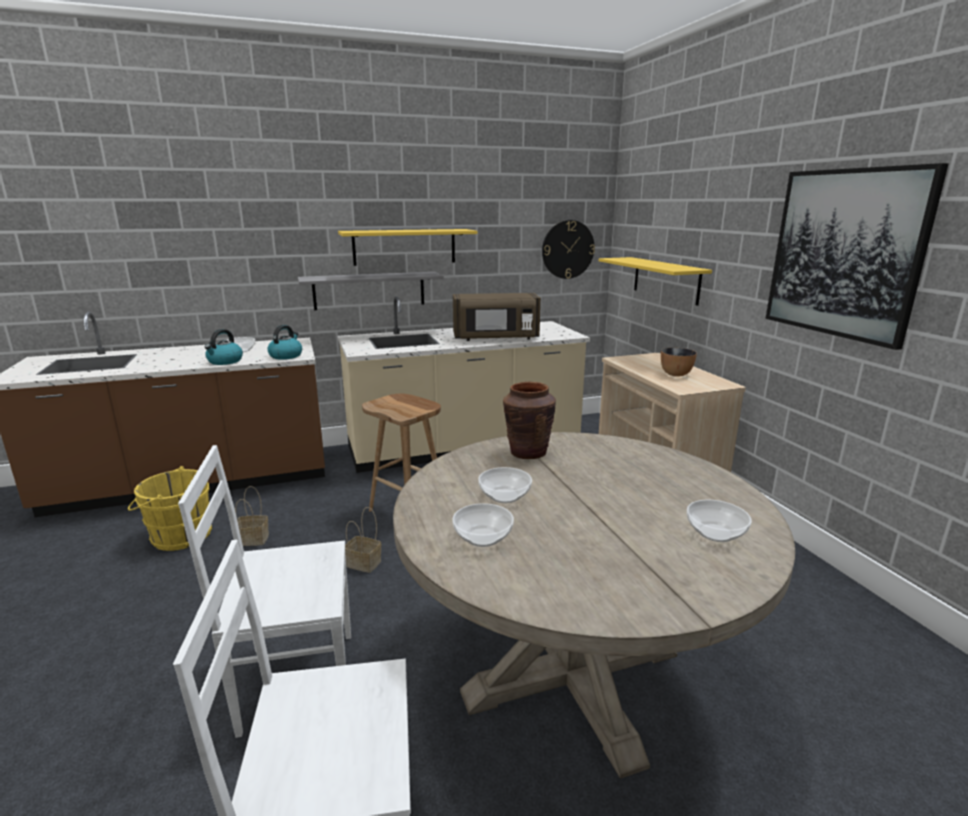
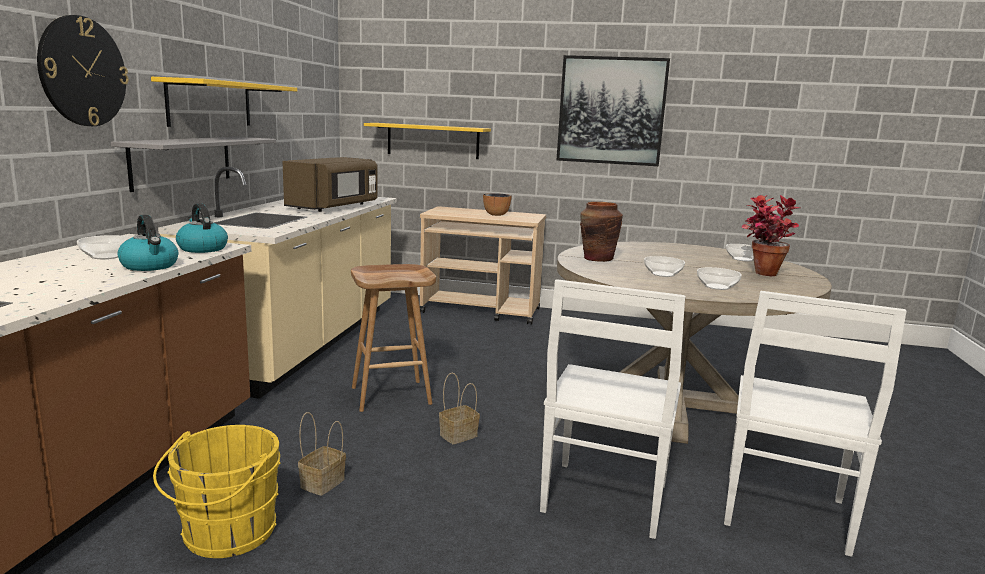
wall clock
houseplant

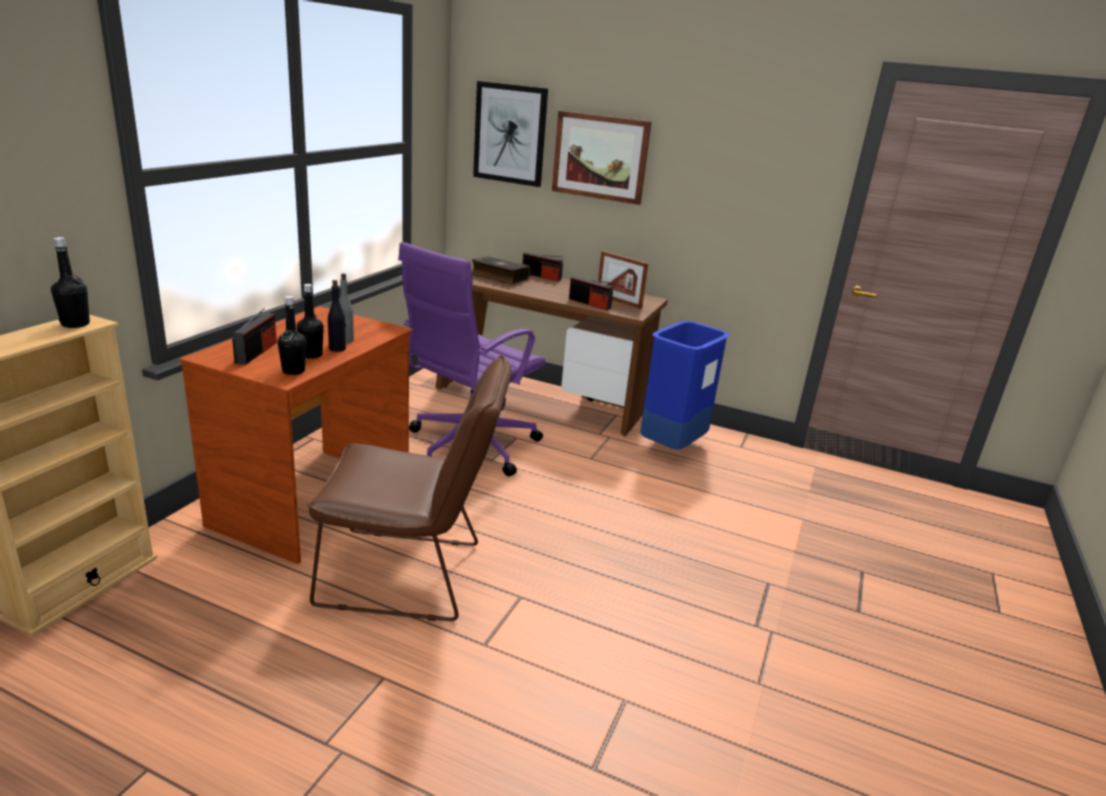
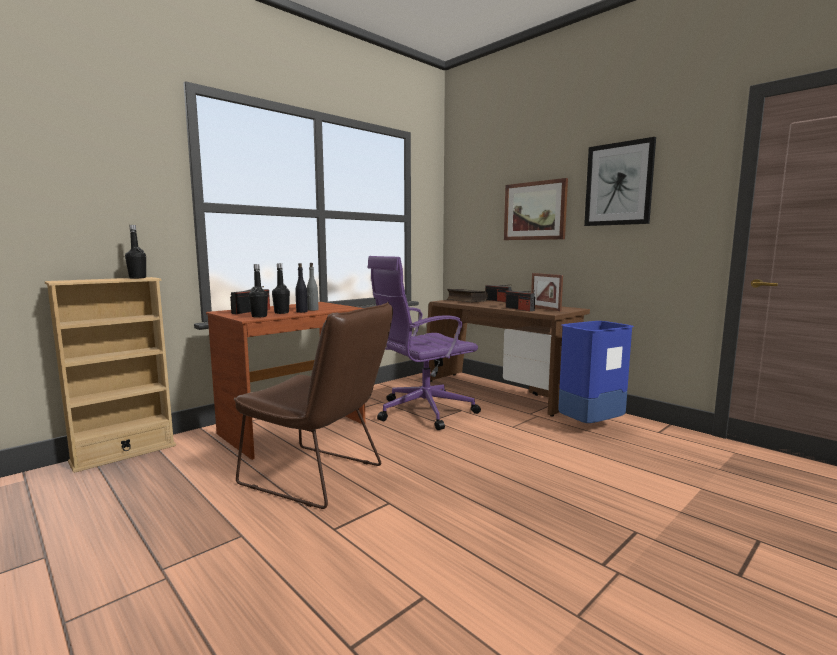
wall picture (no. 2 from left)

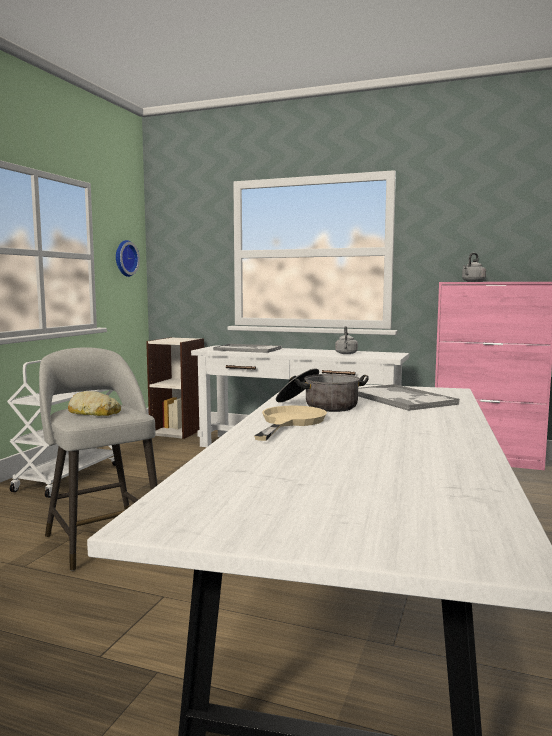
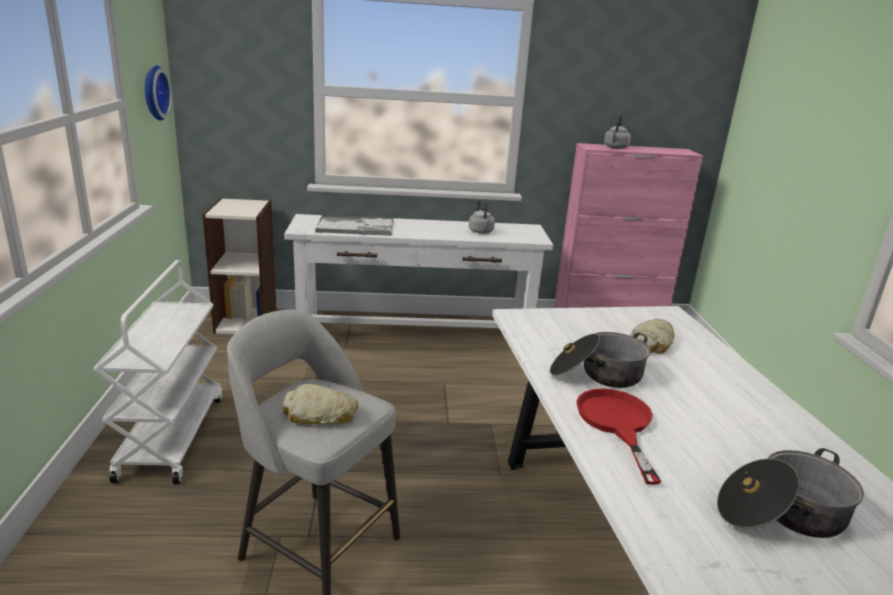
red-coloured pan
bread (no. 2 from left)
saucepot (no. 2 from left)

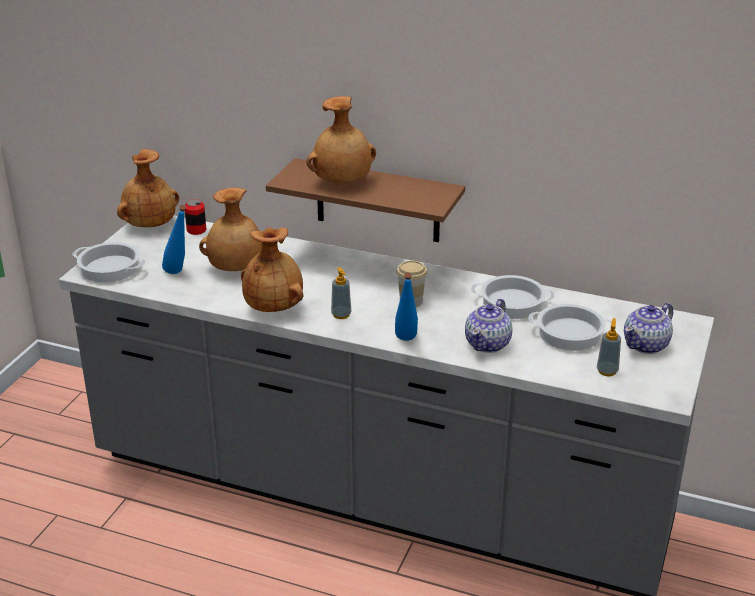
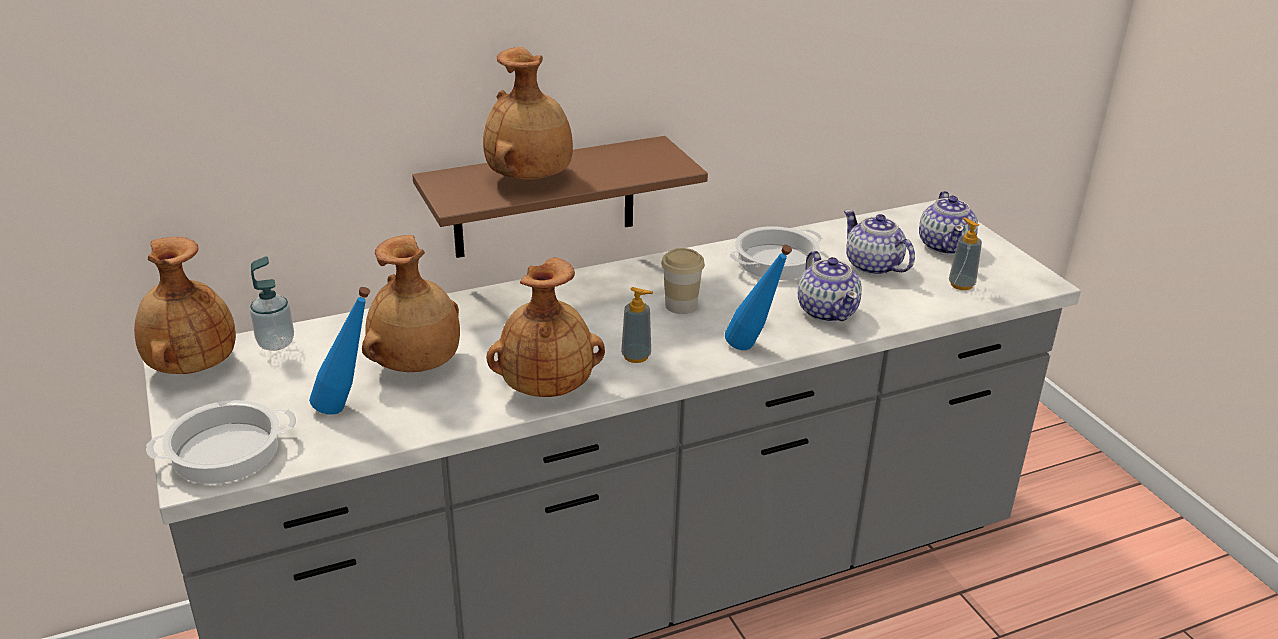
soap bottle (no. 1 from left)
tea pot (no. 2 from left)

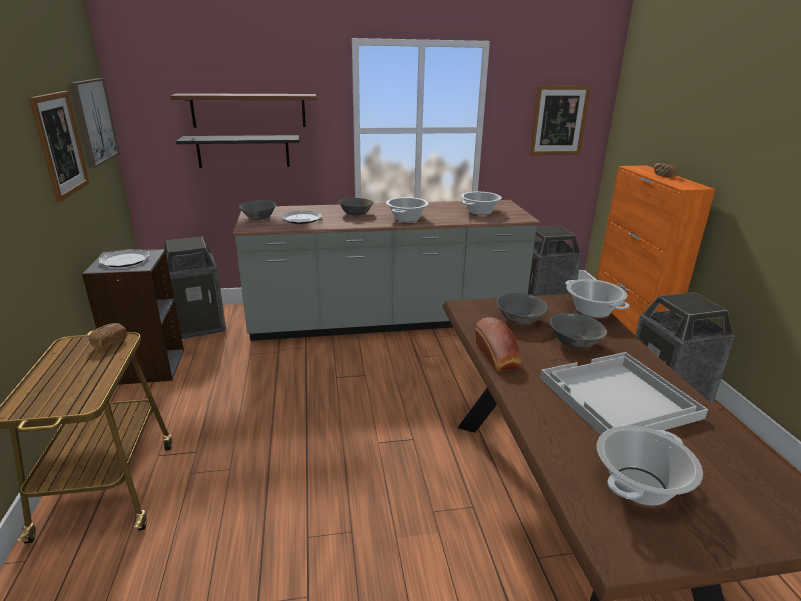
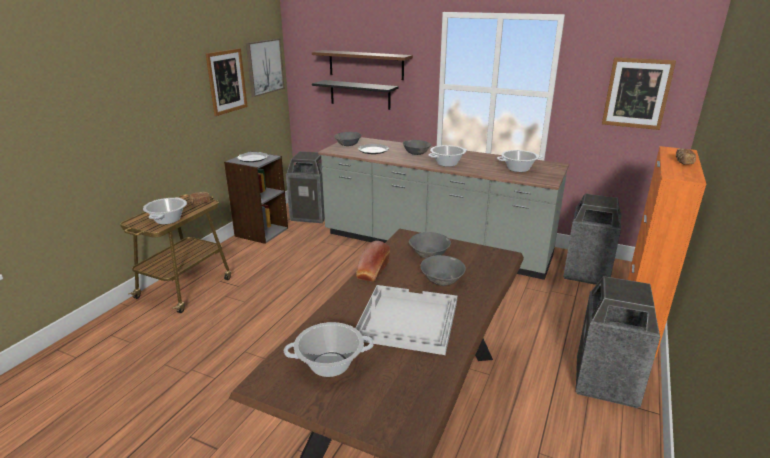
saucepot (no. 1 from left)

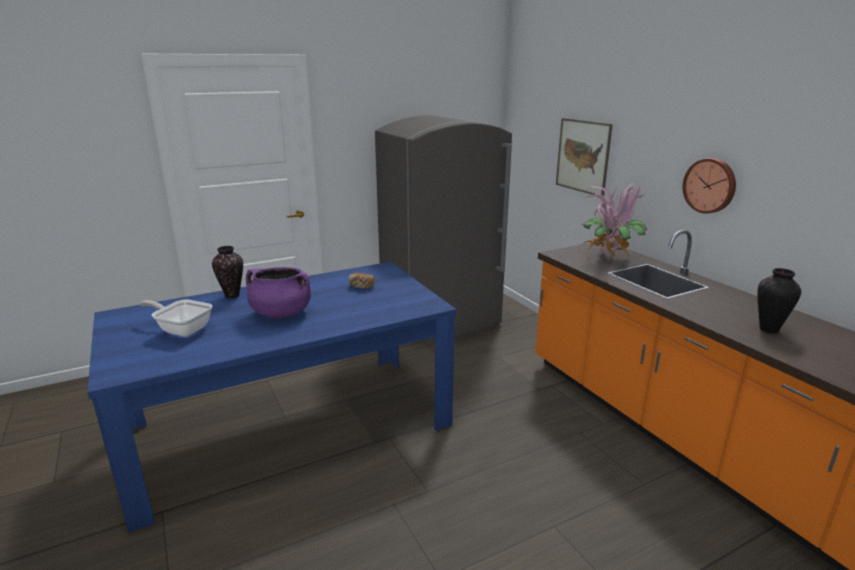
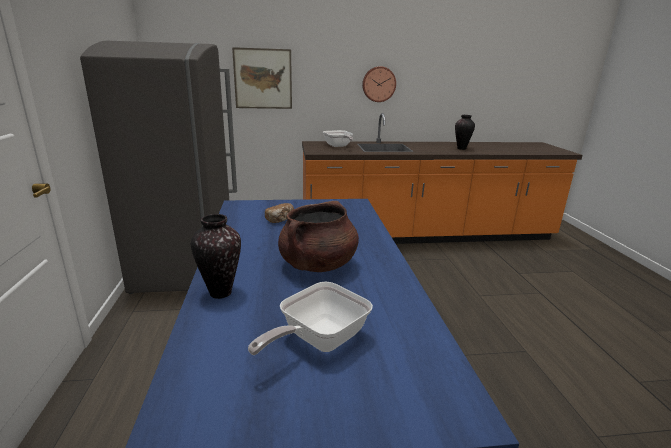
brownish saucepot
pan (no. 2 from left)

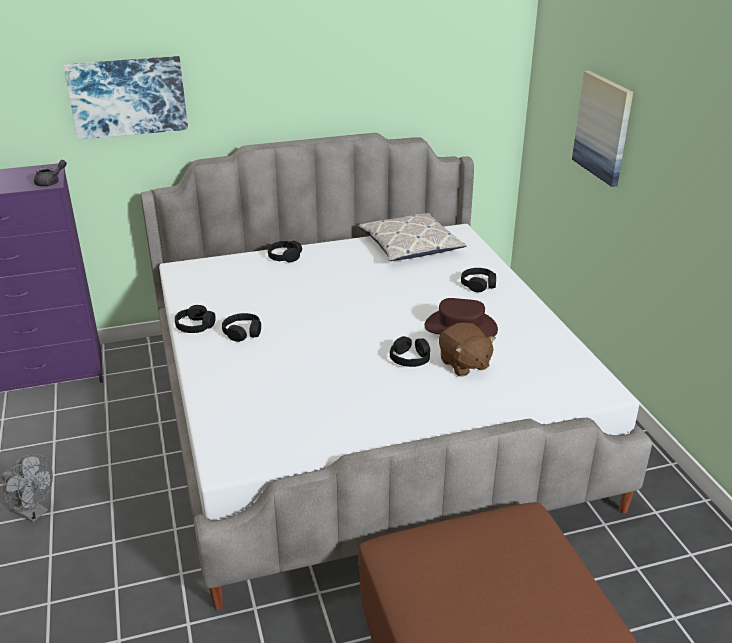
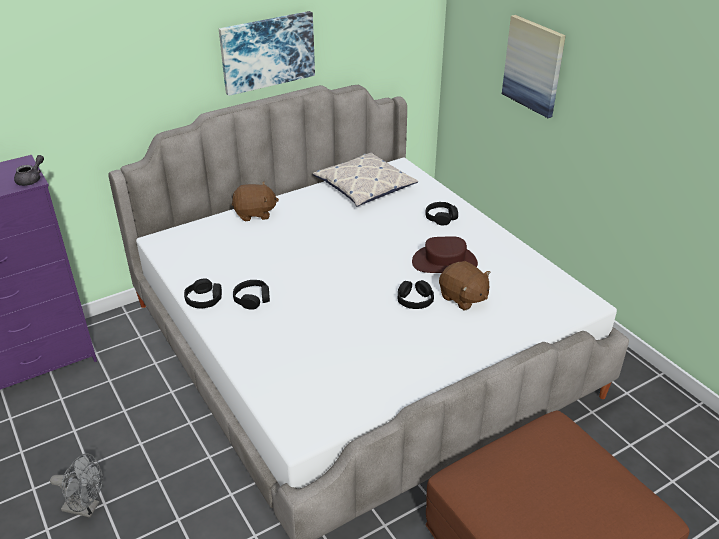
wall picture (no. 1 from left)
brownish cuddly toy (no. 1 from left)

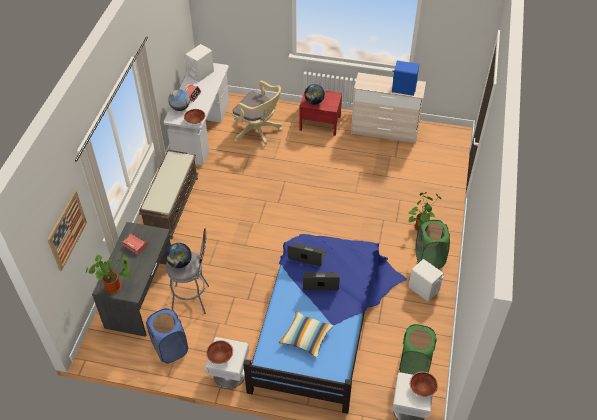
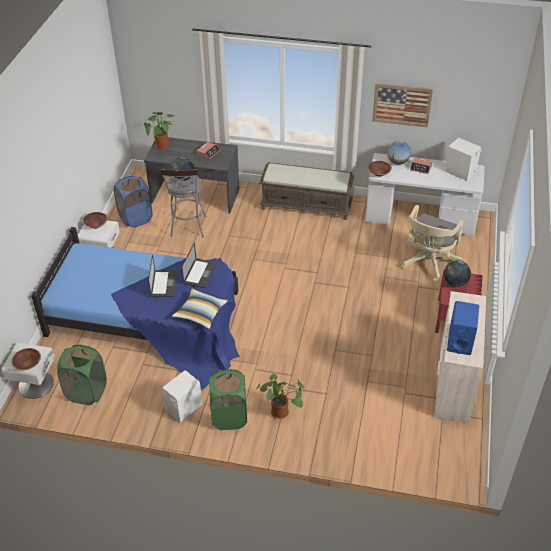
pillow
wall picture

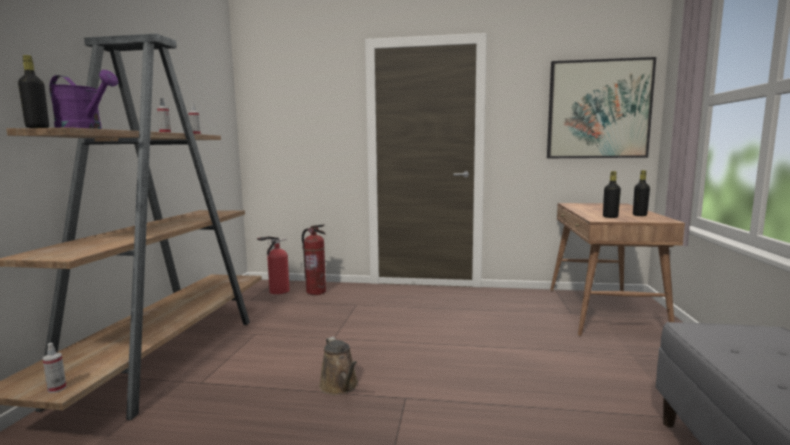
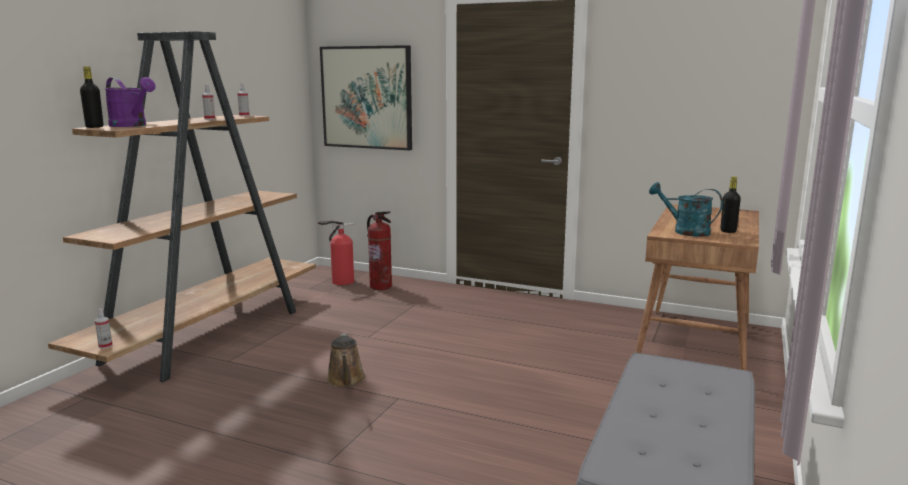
wall picture
blue-green watering can

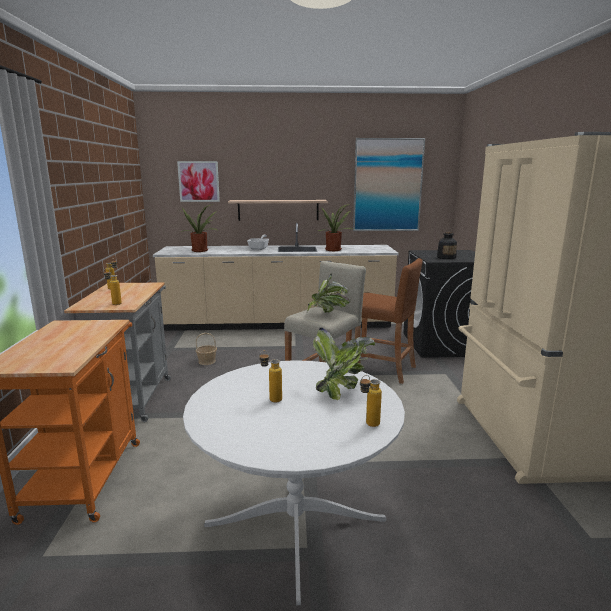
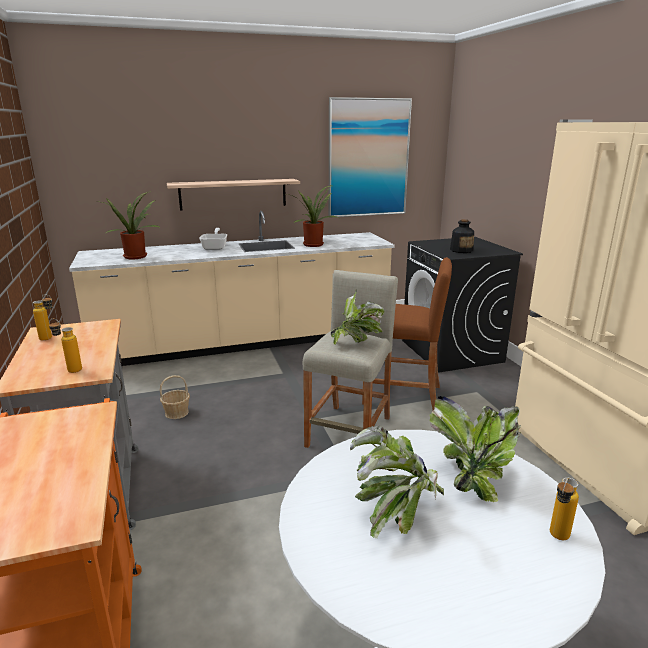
houseplant (no. 4 from left)
wall picture (no. 1 from left in the first image)

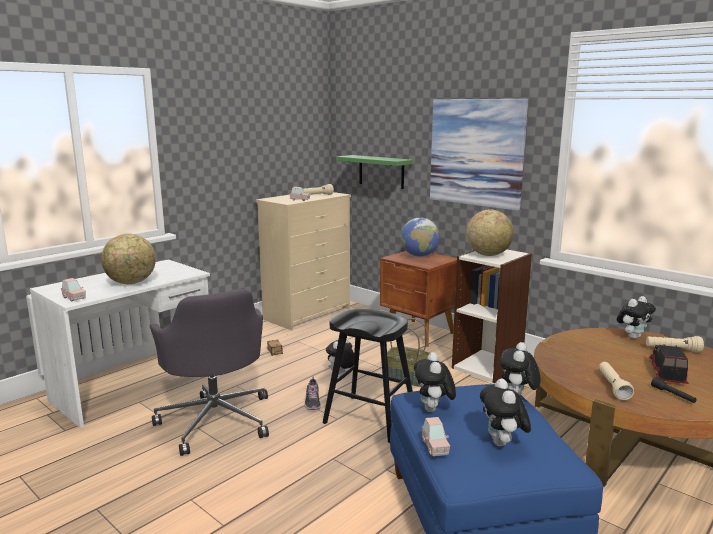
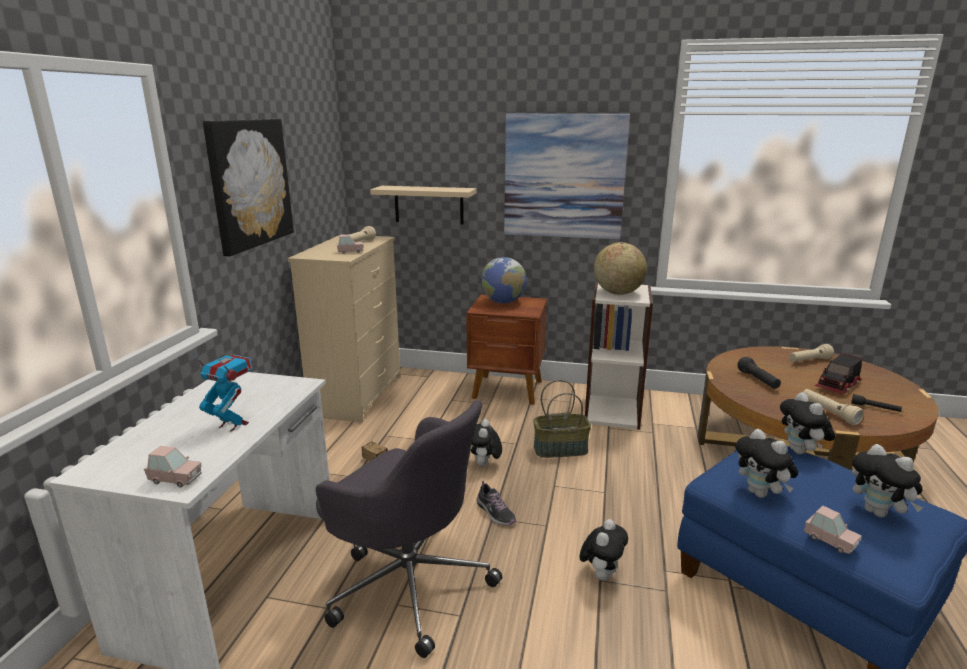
robot figure
wall picture (no. 1 from left)
sand-coloured bracket shelf
cuddly toy (no. 2 from left)
blackish torch (no. 1 from left)
toy truck
blackish stool seat

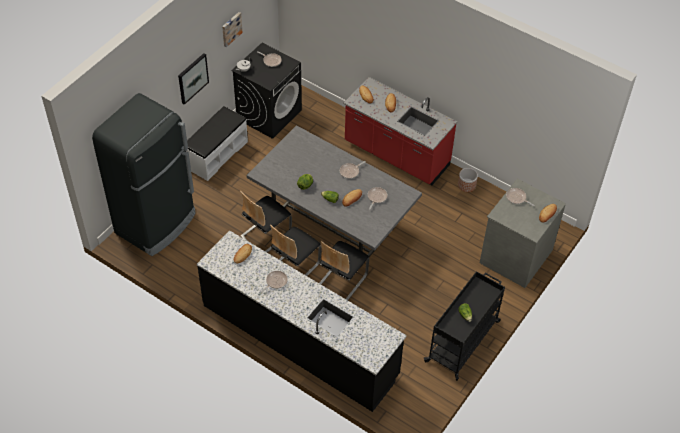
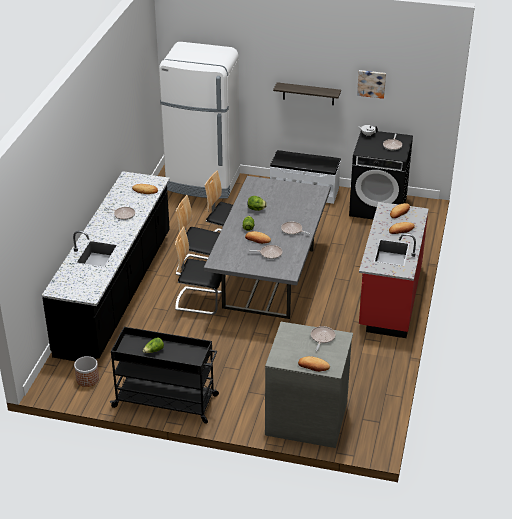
plant pot
white refrigerator
bracket shelf

